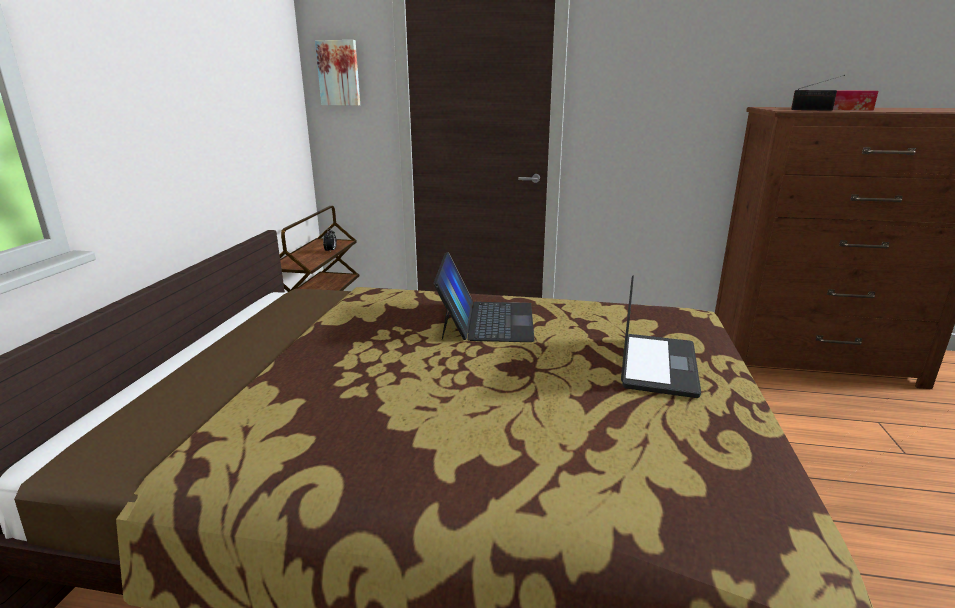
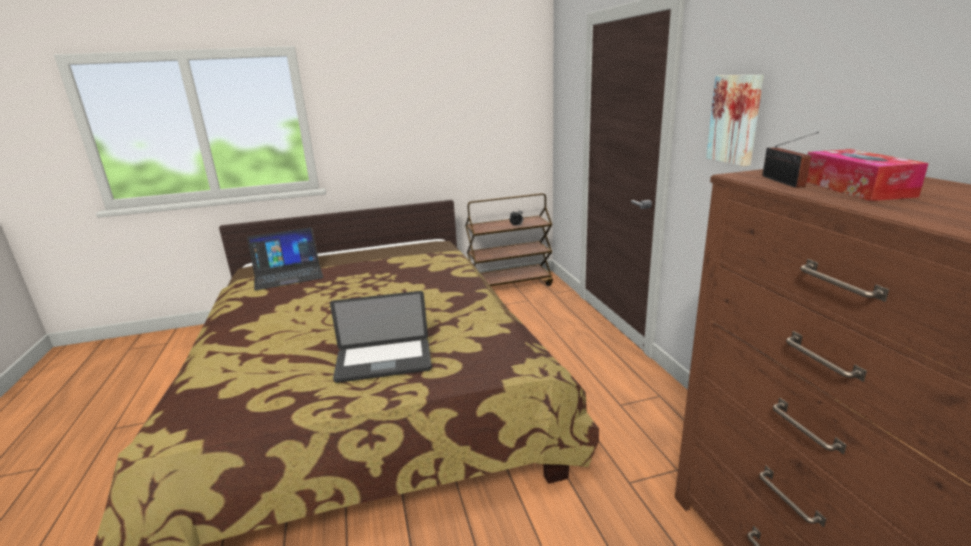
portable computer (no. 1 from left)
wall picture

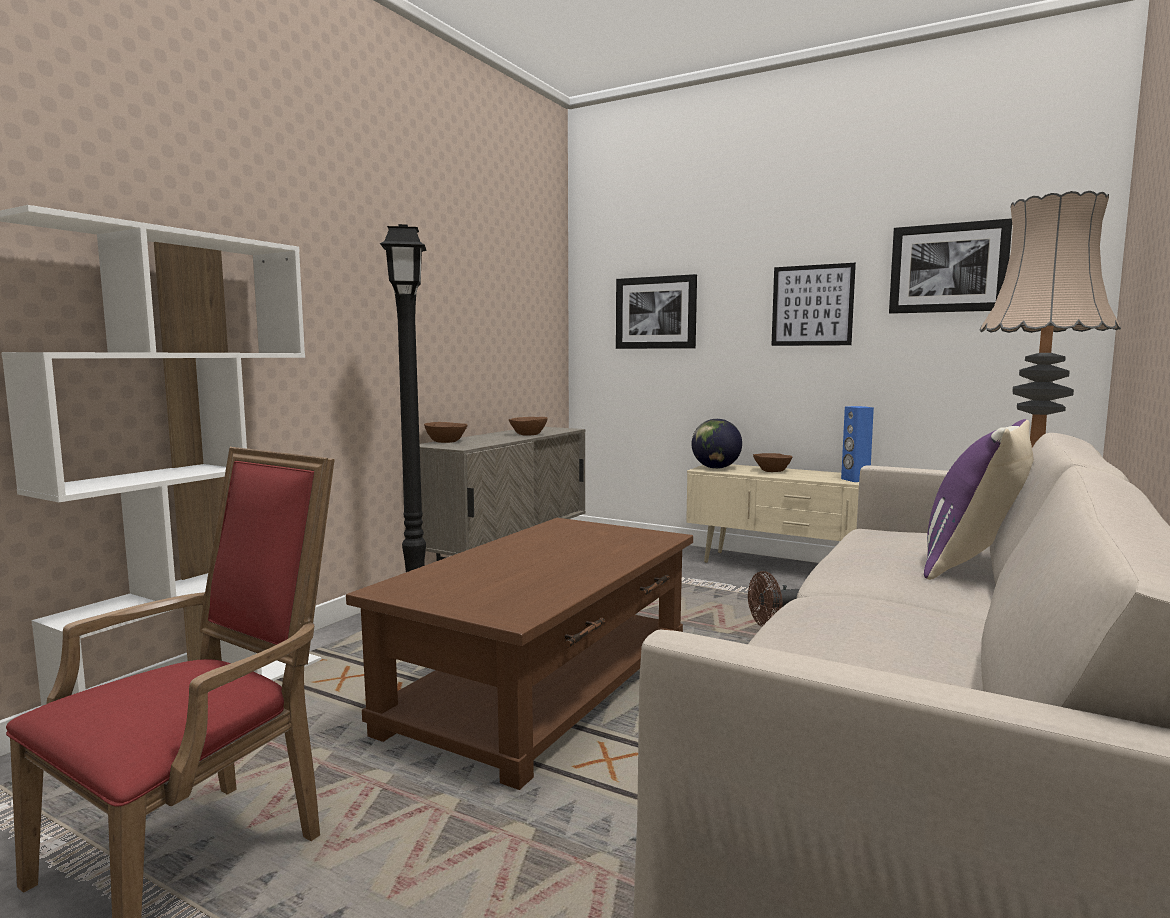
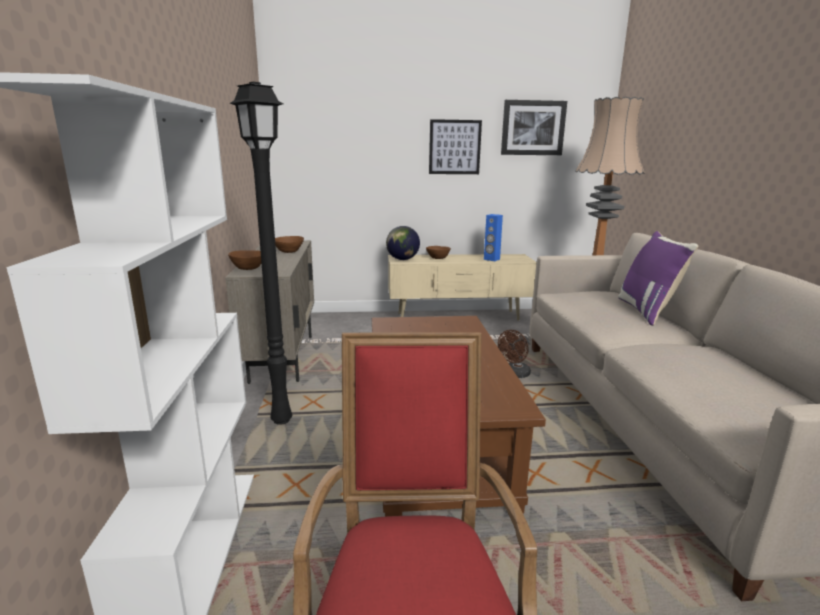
wall picture (no. 1 from left in the first image)

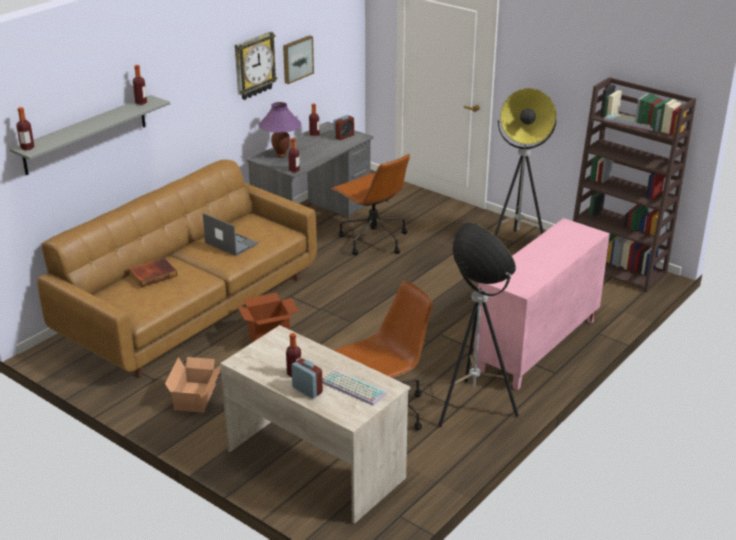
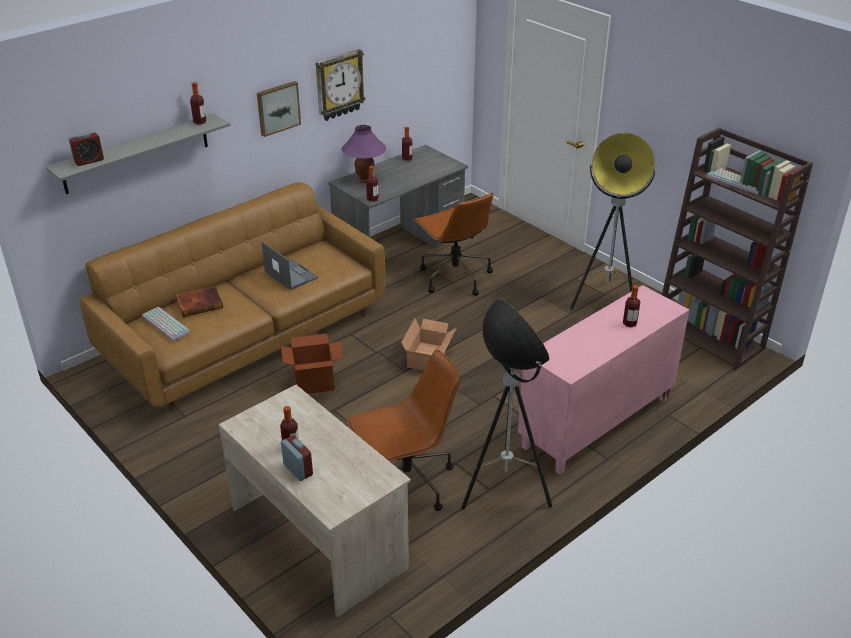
alarm clock (no. 1 from left)
PC keyboard (no. 1 from left)
wall picture
packing box (no. 2 from left)
drink bottle (no. 5 from left)

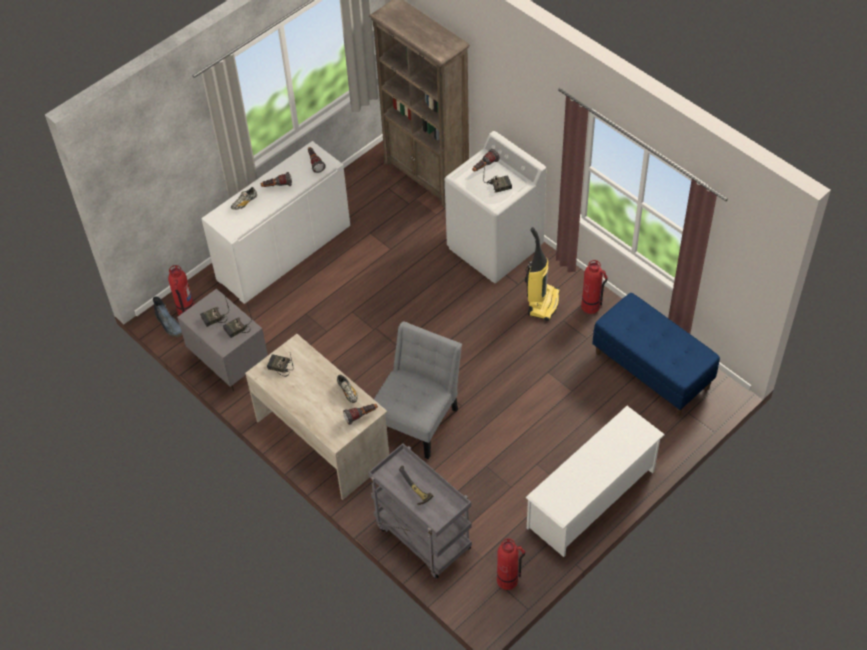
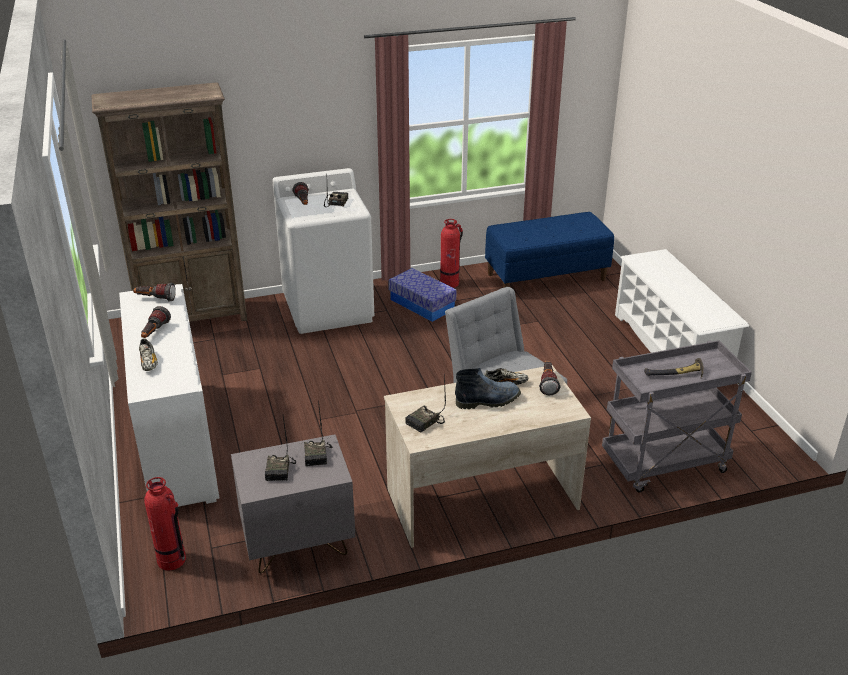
storage bin
boot
fire extinguisher (no. 2 from left in the first image)

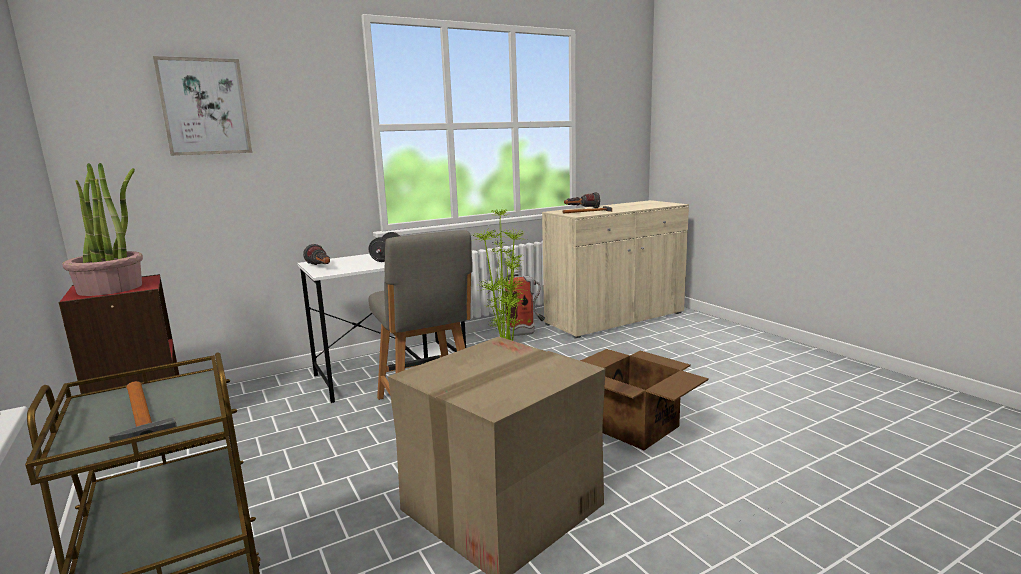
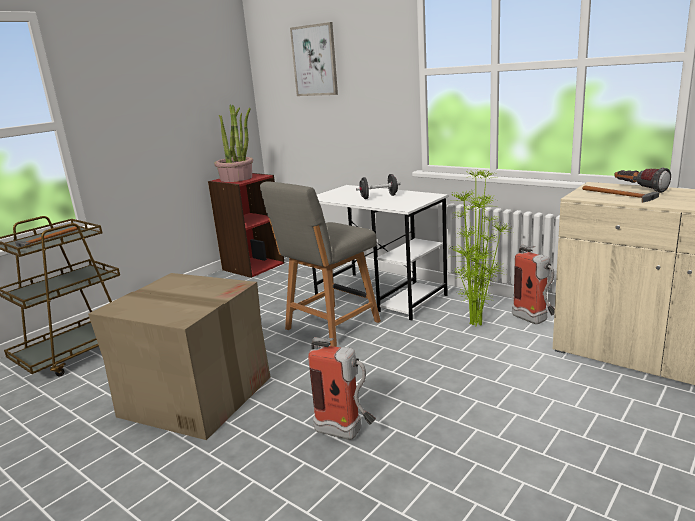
fire extinguisher (no. 1 from left)
torch (no. 1 from left in the first image)

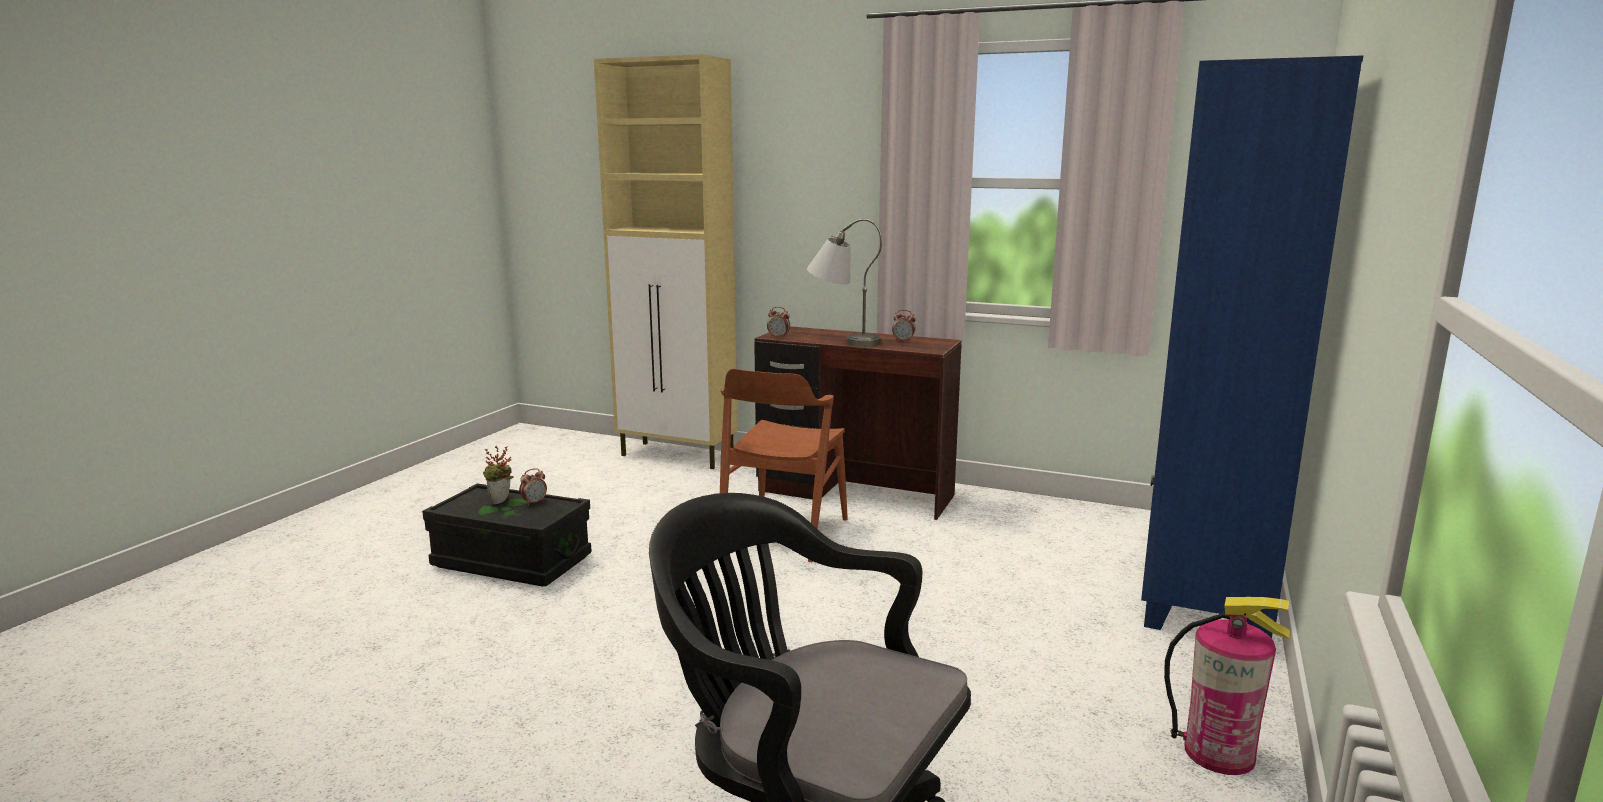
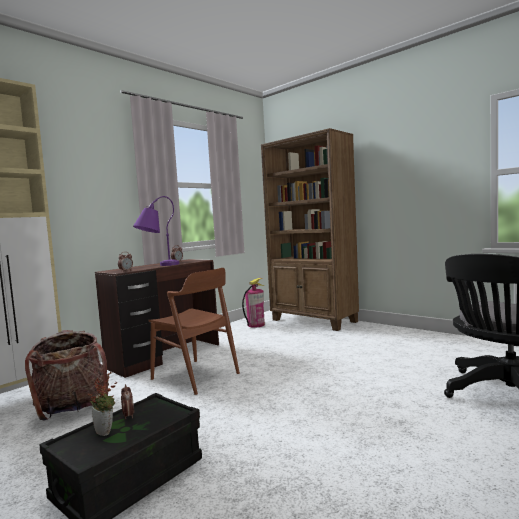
rucksack
purplish lamp for a table
fire extinguisher
brownish shelving unit

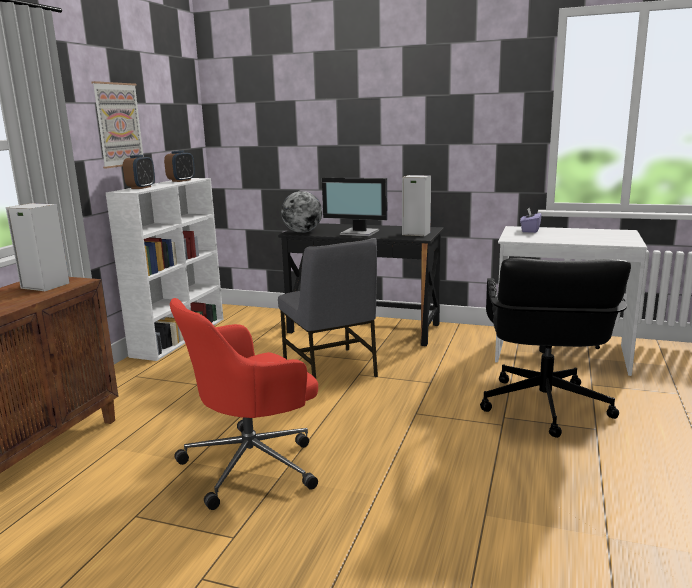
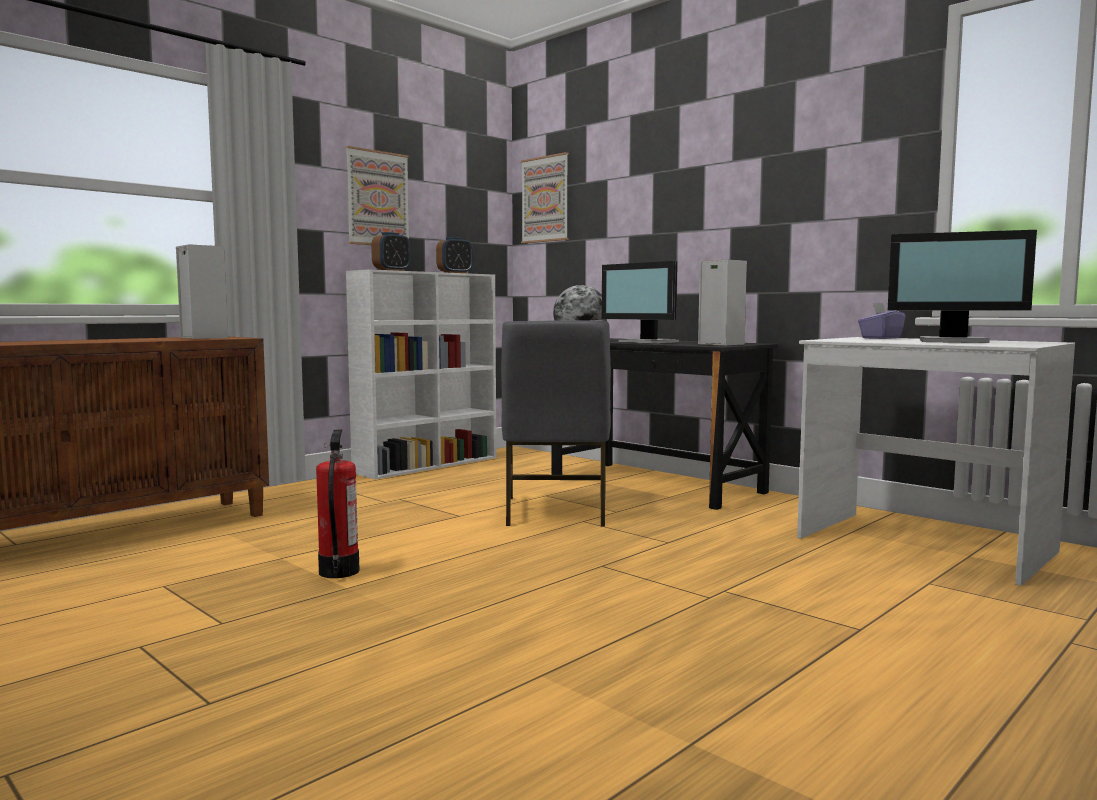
fire extinguisher
wall picture (no. 2 from left)
computer display (no. 2 from left)
blackish office chair

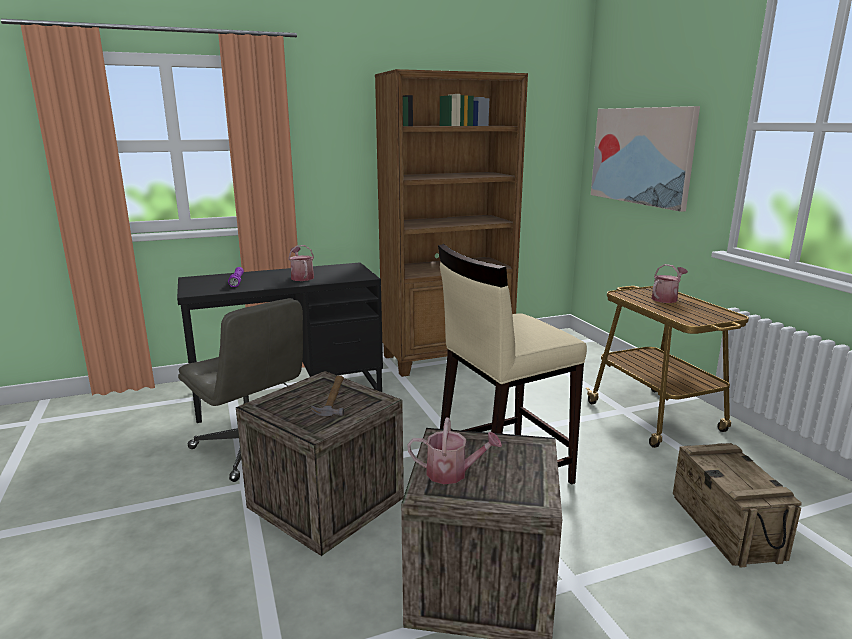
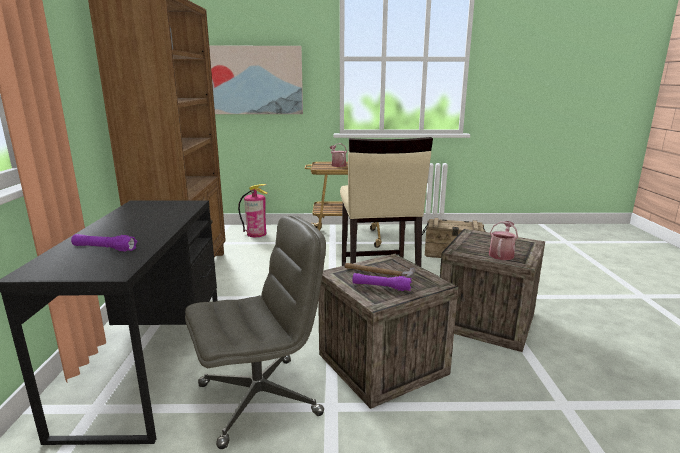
fire extinguisher
purplish torch (no. 2 from left)
watering can (no. 1 from left in the first image)

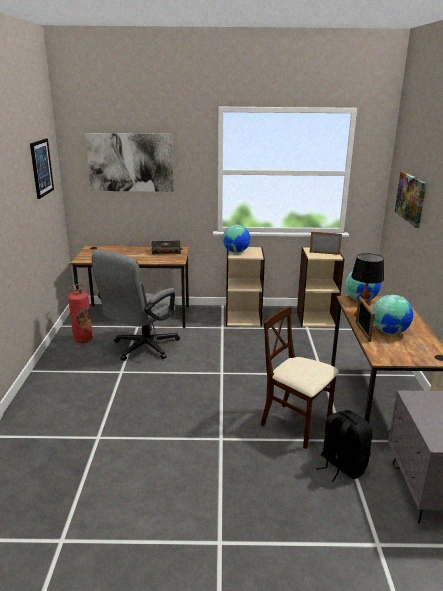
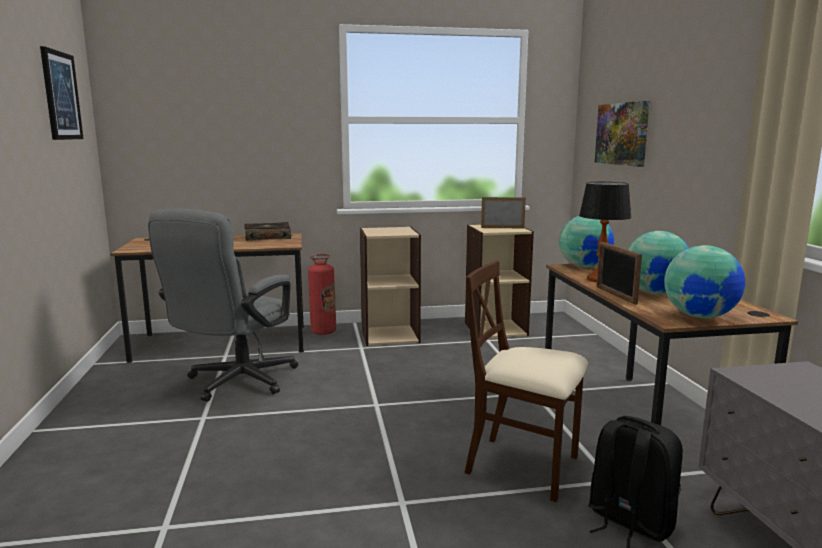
fire extinguisher
globe (no. 3 from left)
wall picture (no. 2 from left in the first image)

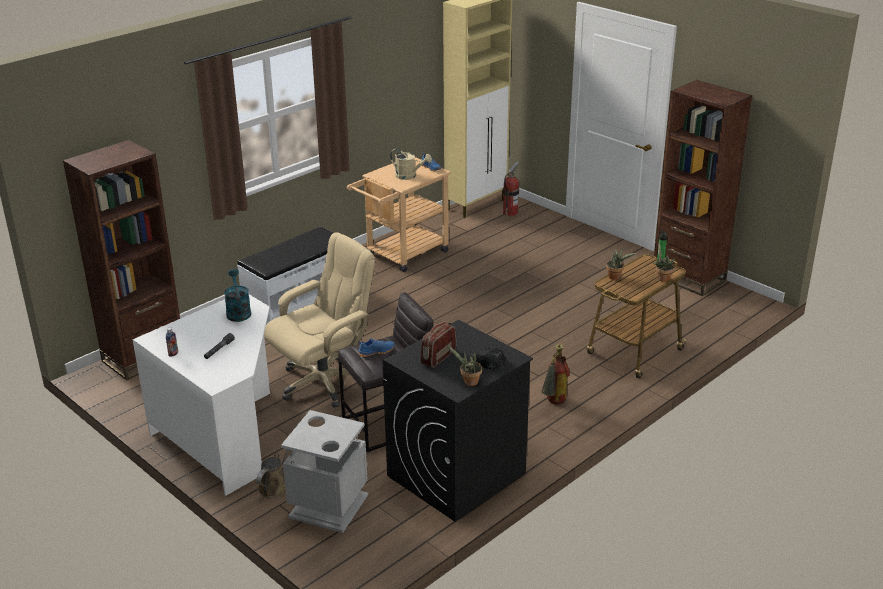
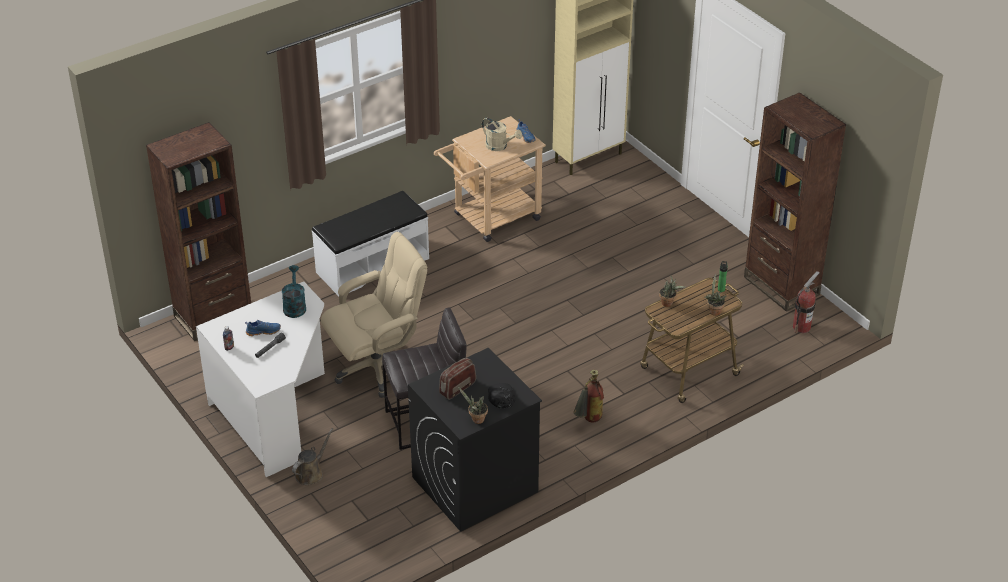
bluish item of footwear (no. 1 from left)
fire extinguisher (no. 2 from left)
grey rubbish bin

